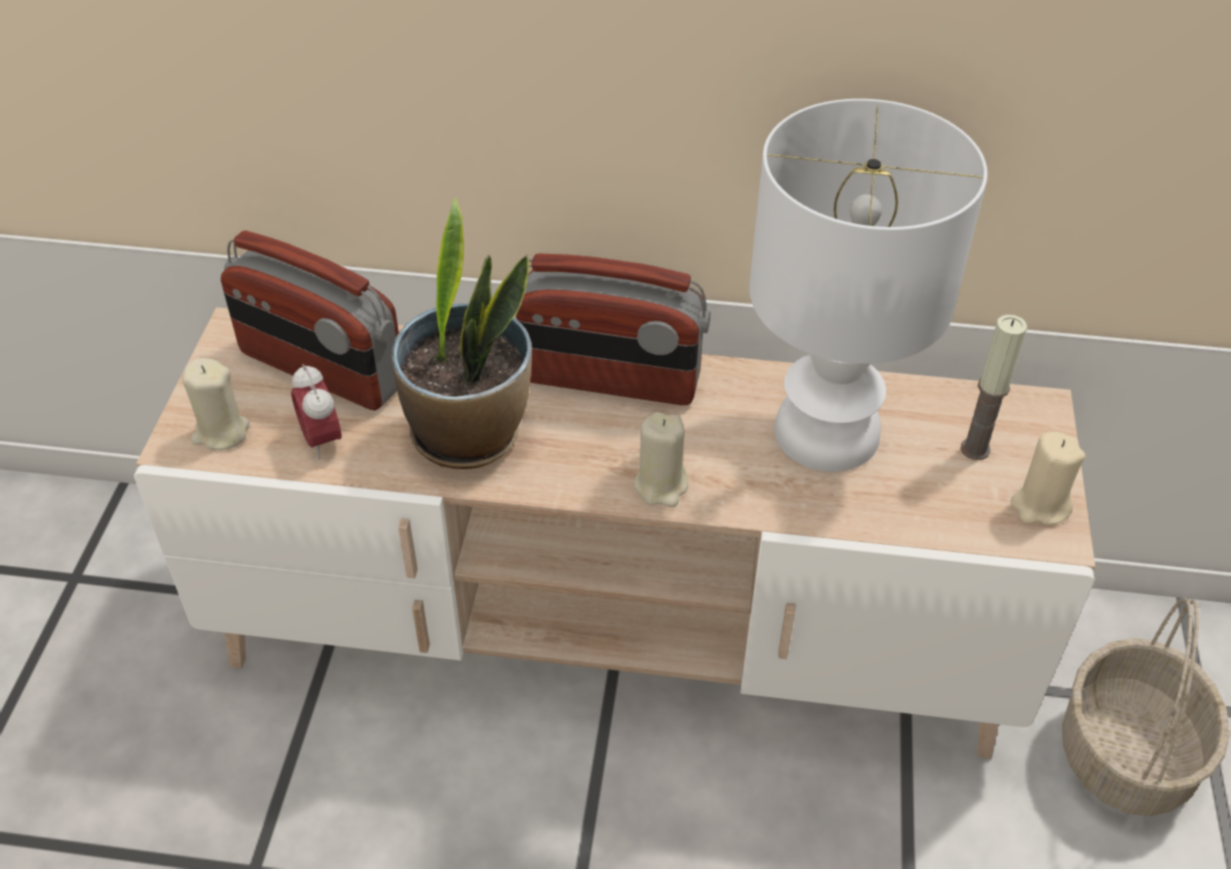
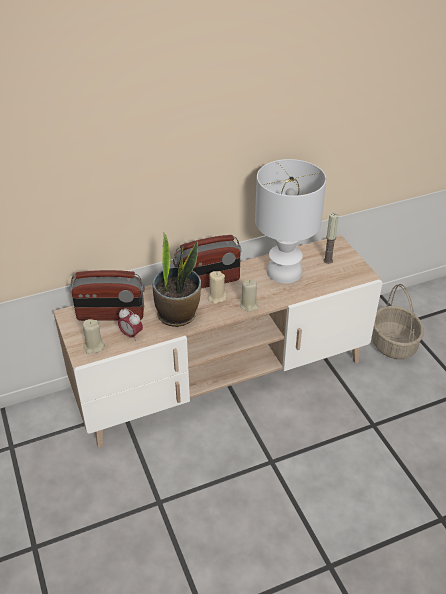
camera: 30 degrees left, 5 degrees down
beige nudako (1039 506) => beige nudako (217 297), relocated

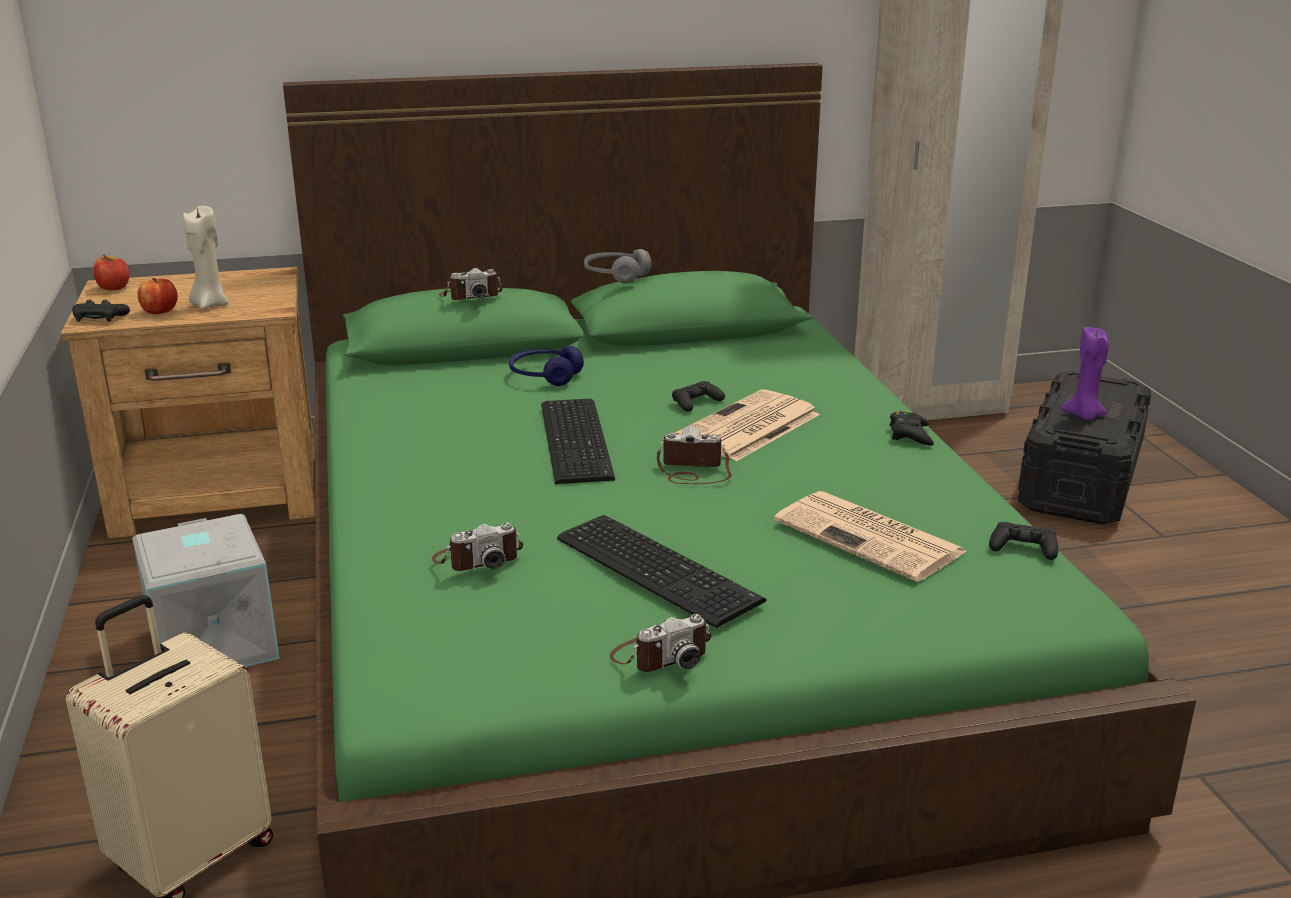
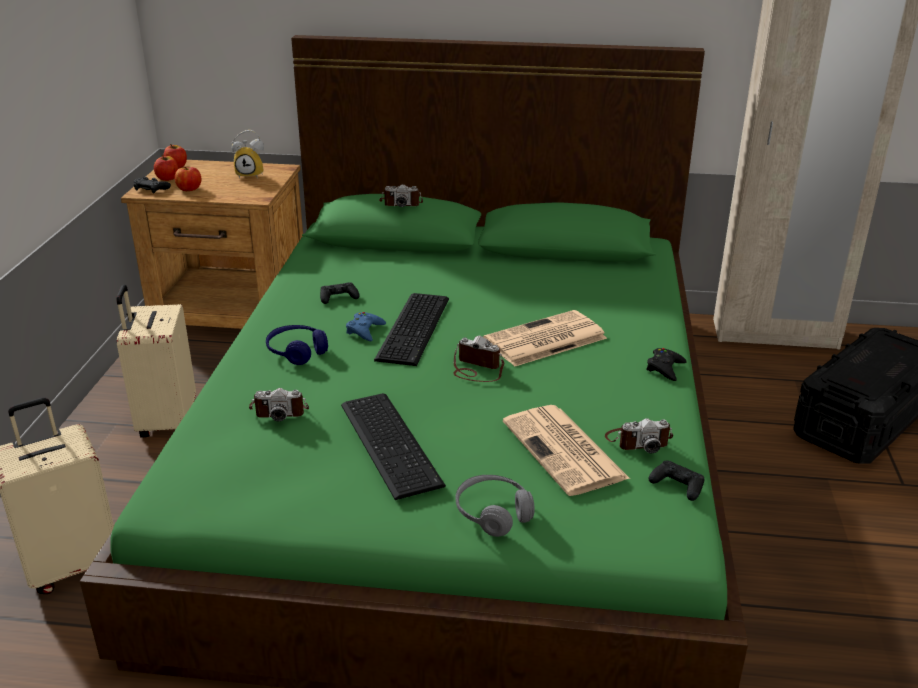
camera: 20 degrees right, 5 degrees up
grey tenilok (210 644) => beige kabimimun (166 421)
nothing => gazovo (167 178)
nothing => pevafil (251 175)
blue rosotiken (545 376) => blue rosotiken (297 352), relocated
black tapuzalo (696 402) => black tapuzalo (338 297), relocated
nothing => blue tapuzalo (365 330)
grey rosotiken (616 276) => grey rosotiken (493 513), relocated
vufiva (661 655) => vufiva (638 441), relocated
beige nudako (210 304) => nothing
purple nudako (1084 416) => nothing

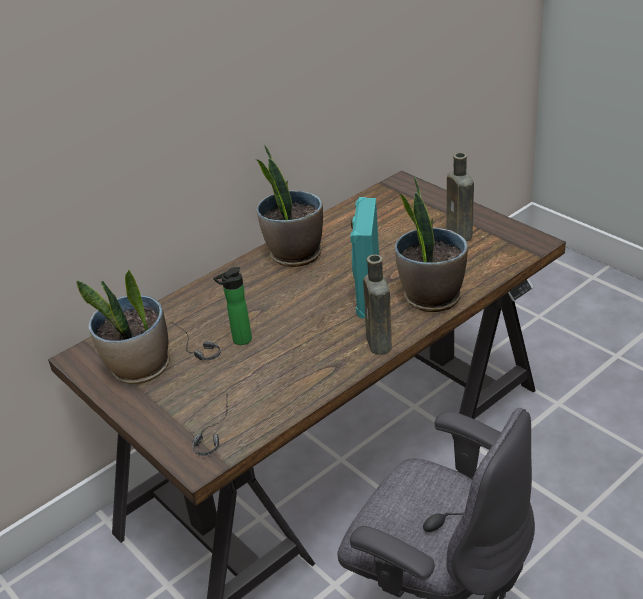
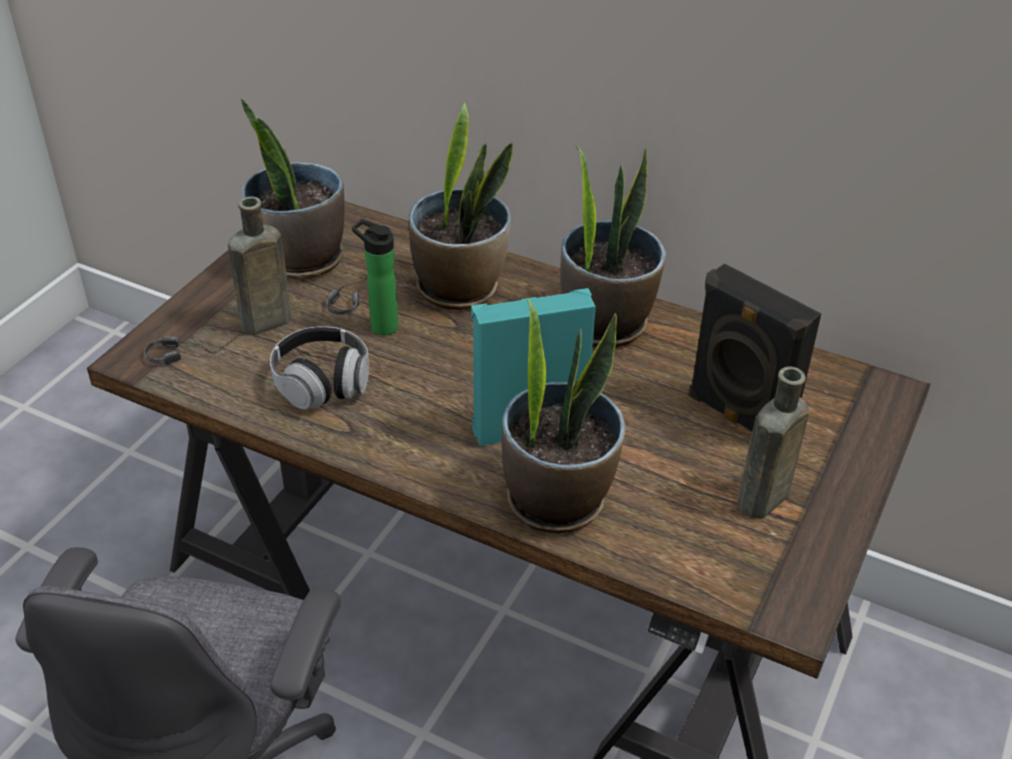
camera: 65 degrees right, 5 degrees up
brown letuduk (379 345) => brown letuduk (262 323), relocated
nothing => rosotiken (322 383)
nothing => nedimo (460 288)
nothing => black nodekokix (737 417)

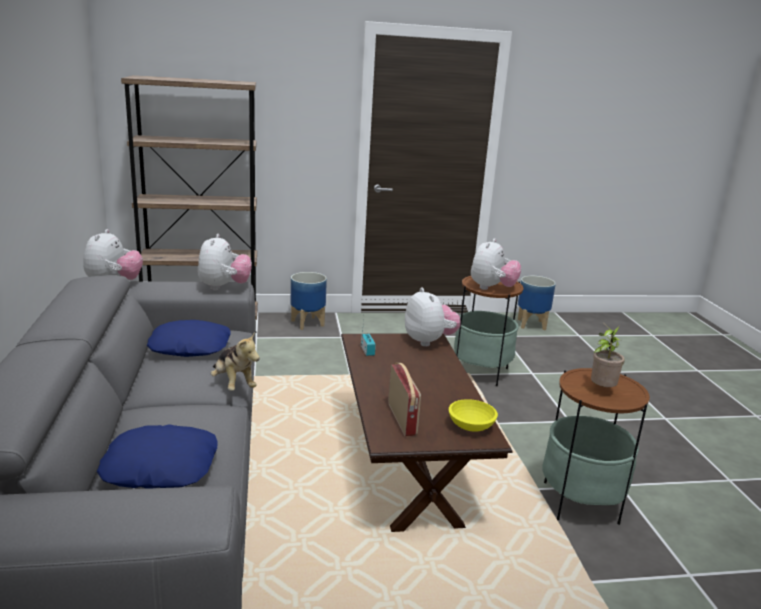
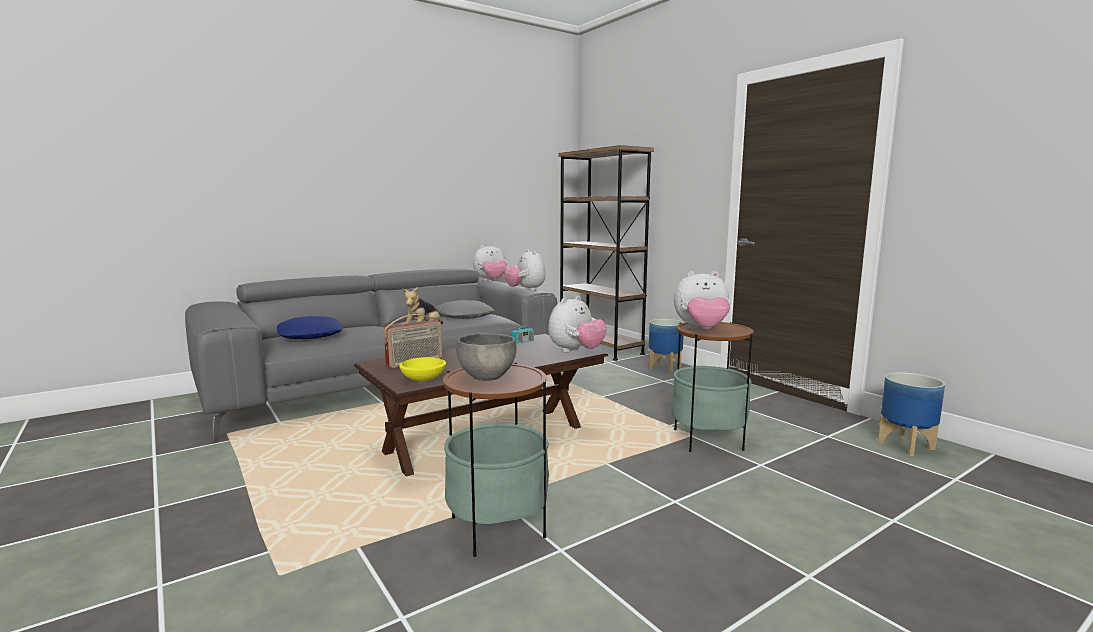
camera: 65 degrees right, 10 degrees down
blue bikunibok (190 346) => grey bikunibok (464 316)
nedimo (601 390) => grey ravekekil (487 377)
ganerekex (224 287) => ganerekex (525 290), 90 degrees clockwise

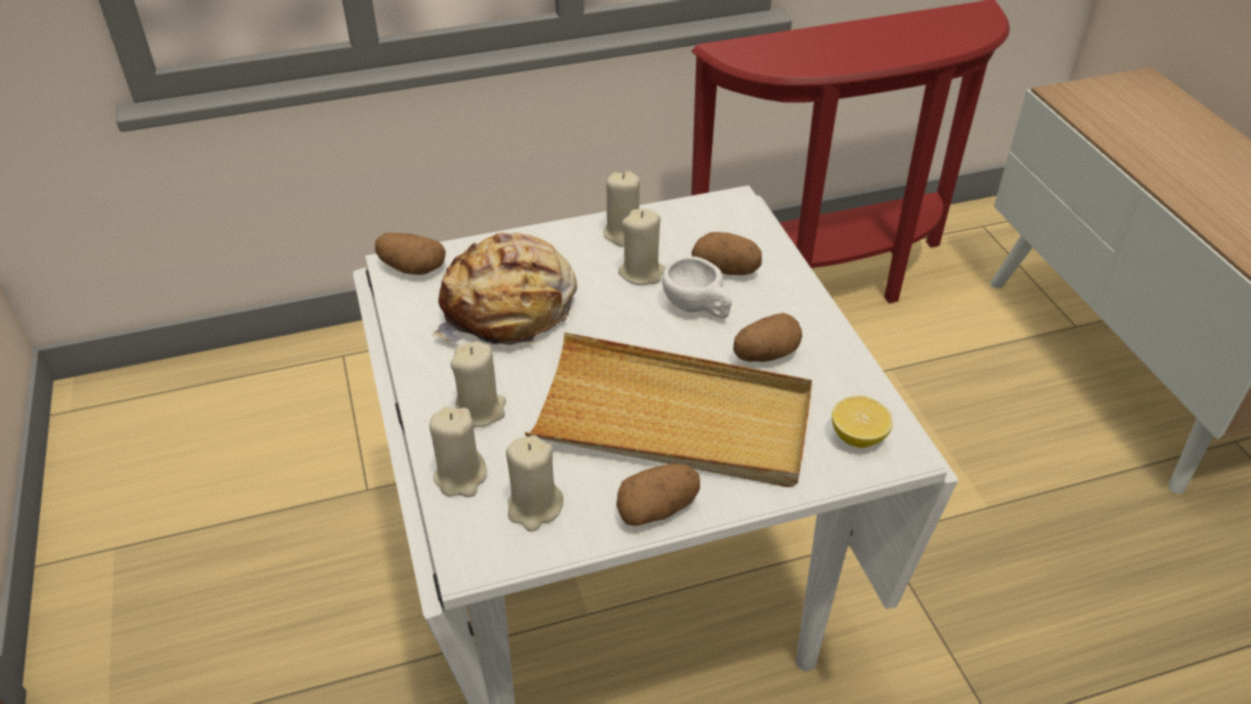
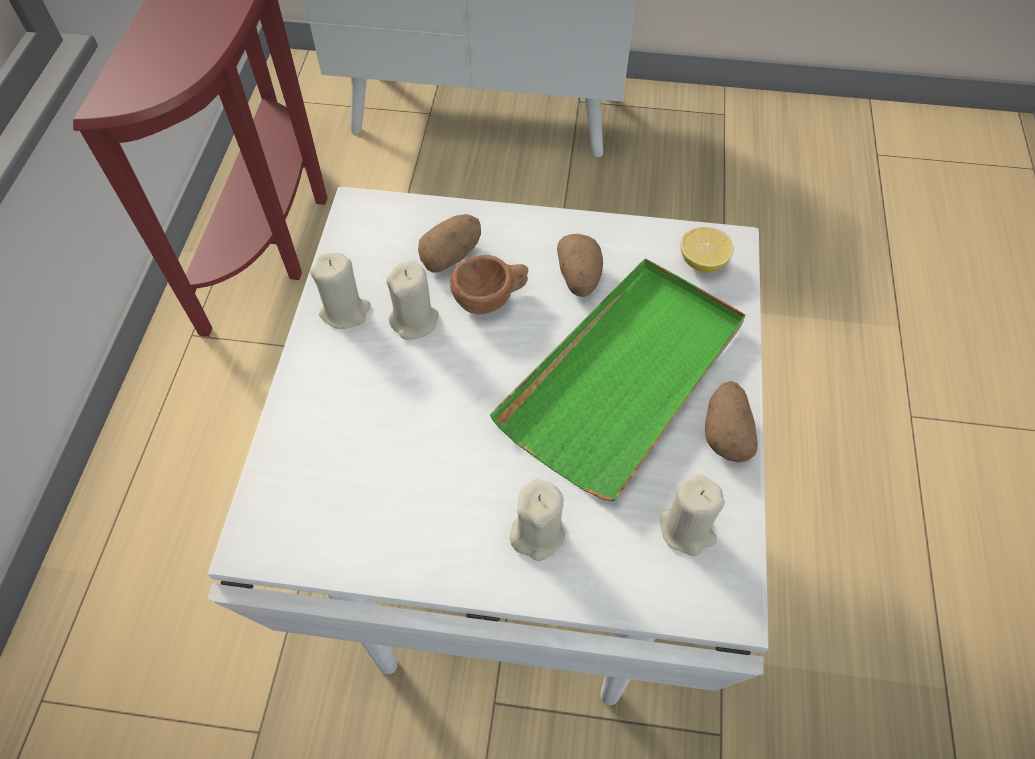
camera: 65 degrees left, 15 degrees up
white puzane (698 308) => brown puzane (491 299)
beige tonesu (673 419) => green tonesu (625 377)
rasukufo (411 268) => nothing
beige nudako (460 477) => nothing
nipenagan (509 309) => nothing

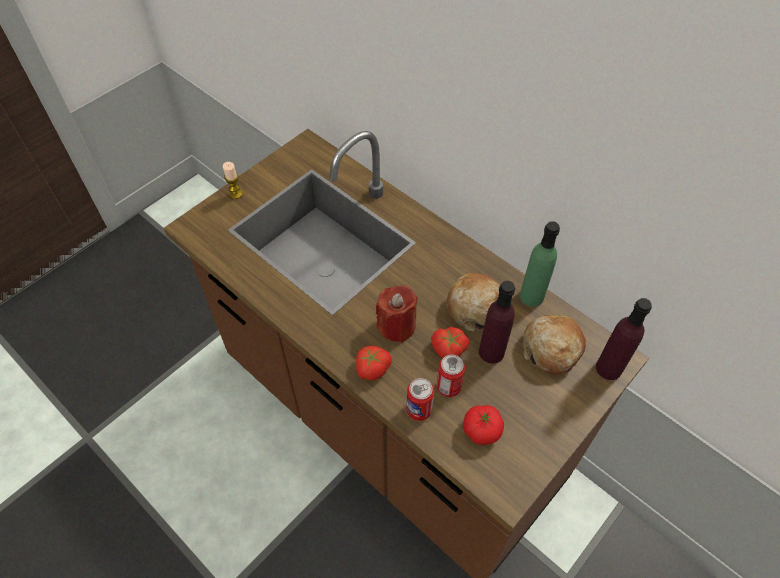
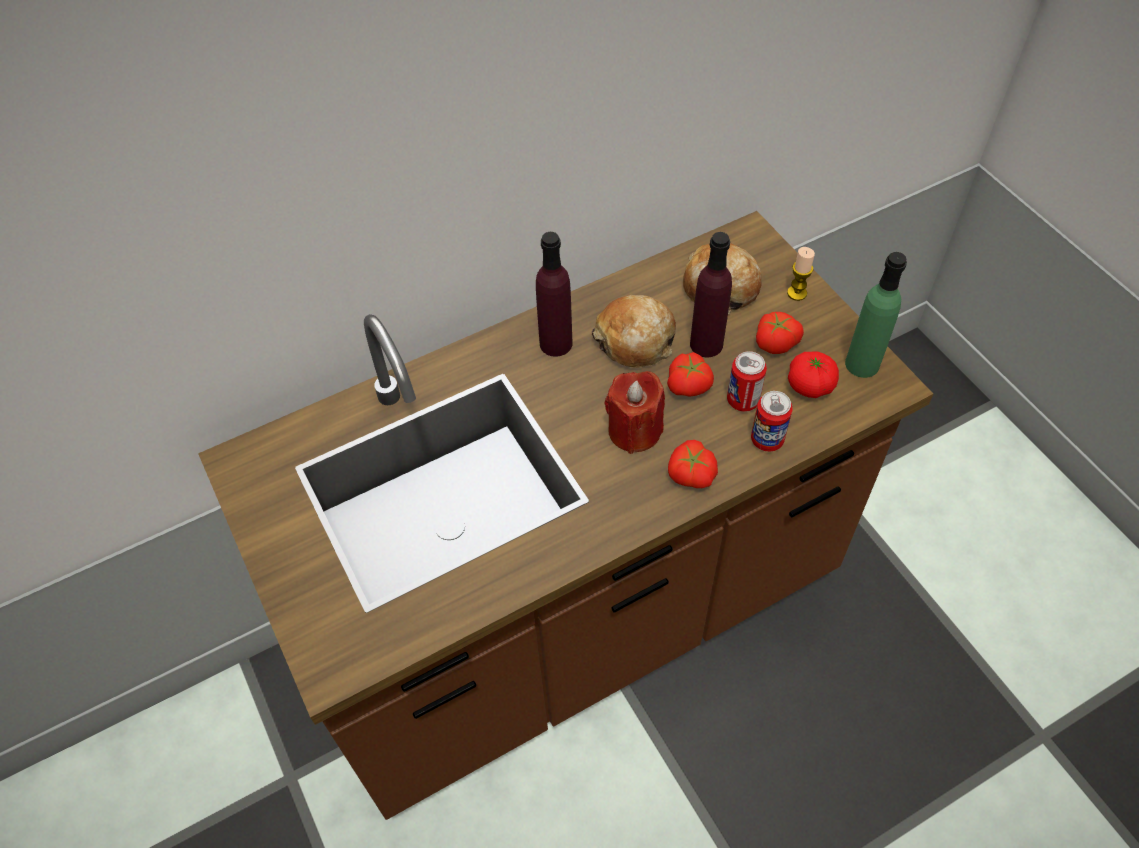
camera: 70 degrees left, 0 degrees up
purple letuduk (609 368) => purple letuduk (556 343), relocated
nothing => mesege (775 341)
nudako (236 194) => nudako (797 293), relocated
green letuduk (531 296) => green letuduk (862 364), relocated

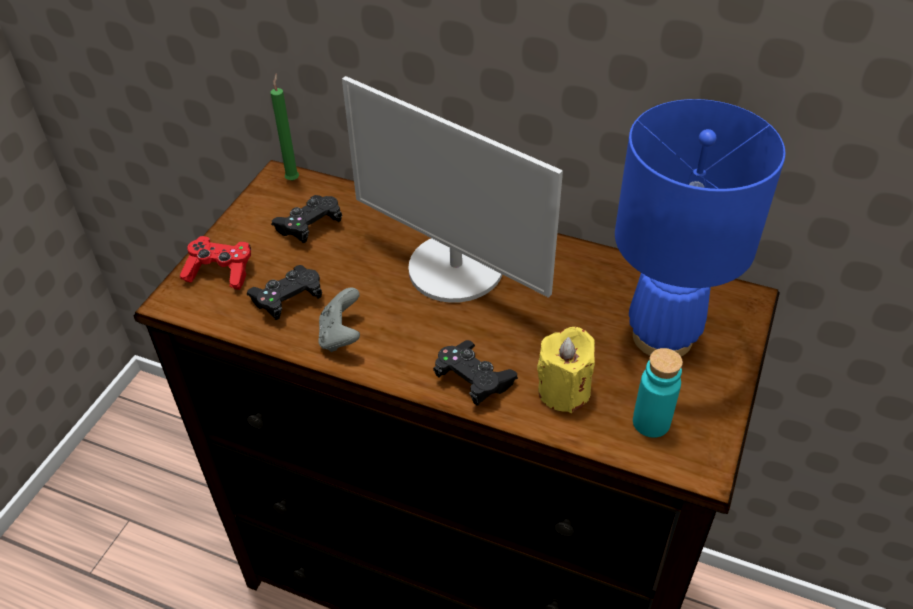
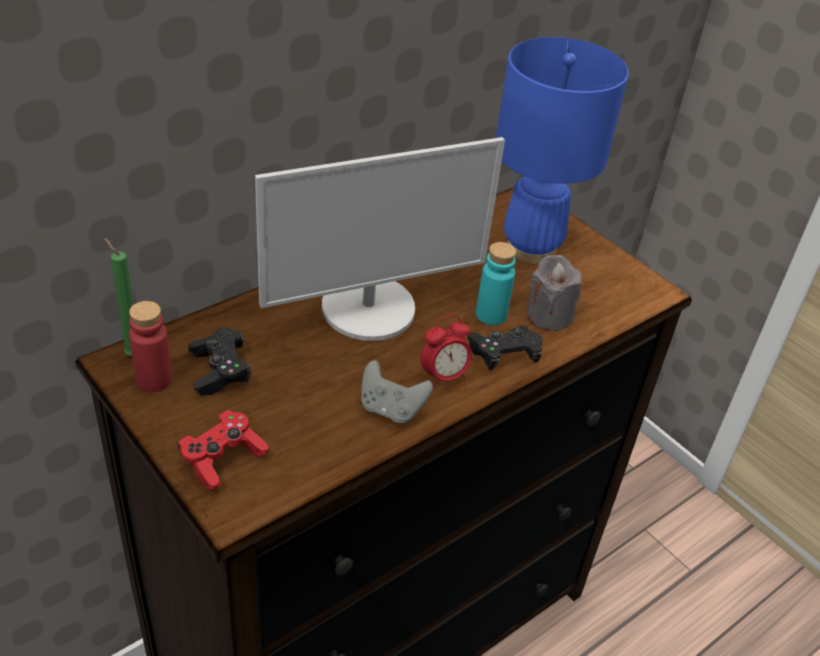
camera: 65 degrees left, 5 degrees down
nothing => red letuduk (154 379)
nothing => pevafil (444 376)
turquoise letuduk (651 422) => turquoise letuduk (491 315), relocated
yellow nudako (564 391) => grey nudako (548 316)
black tapuzalo (288 300) => nothing

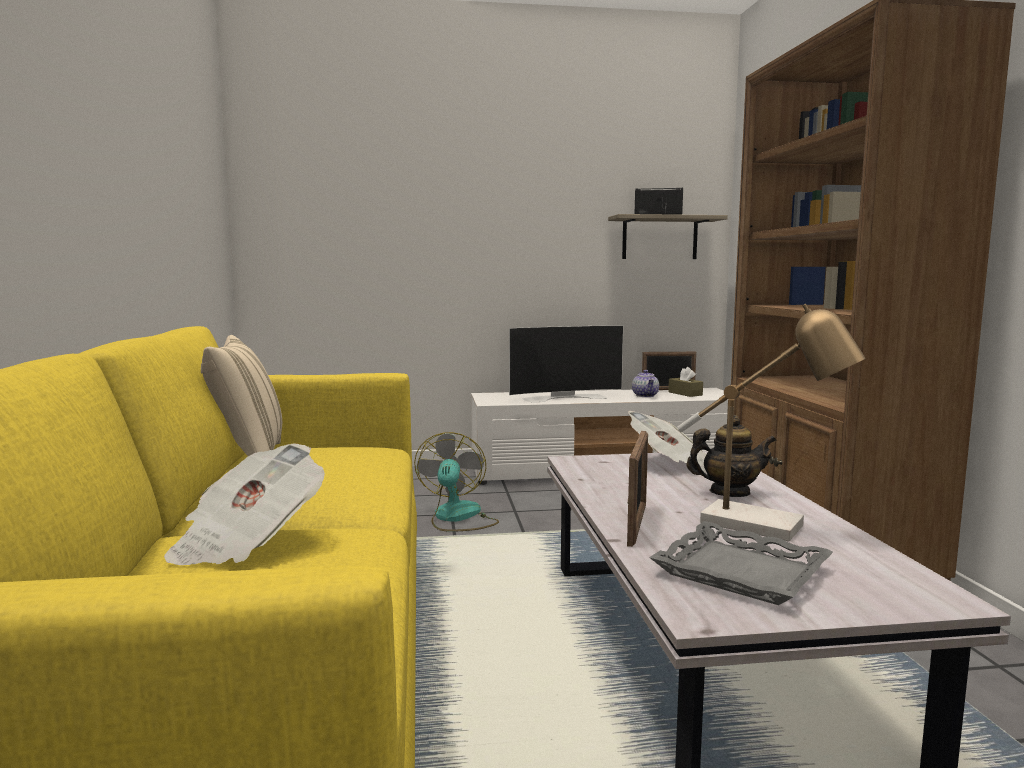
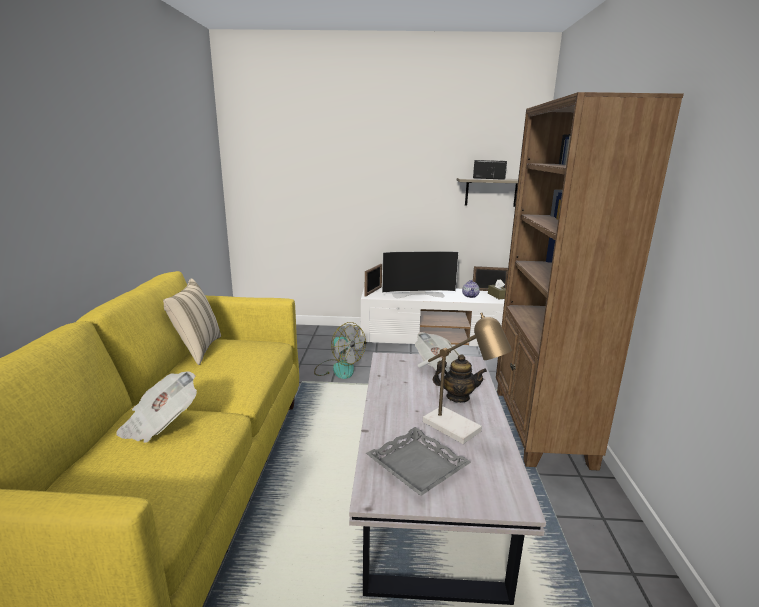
camera: 10 degrees right, 10 degrees up
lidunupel (457 518) => lidunupel (338 368), 120 degrees clockwise
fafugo (637 524) => fafugo (373 291), relocated

